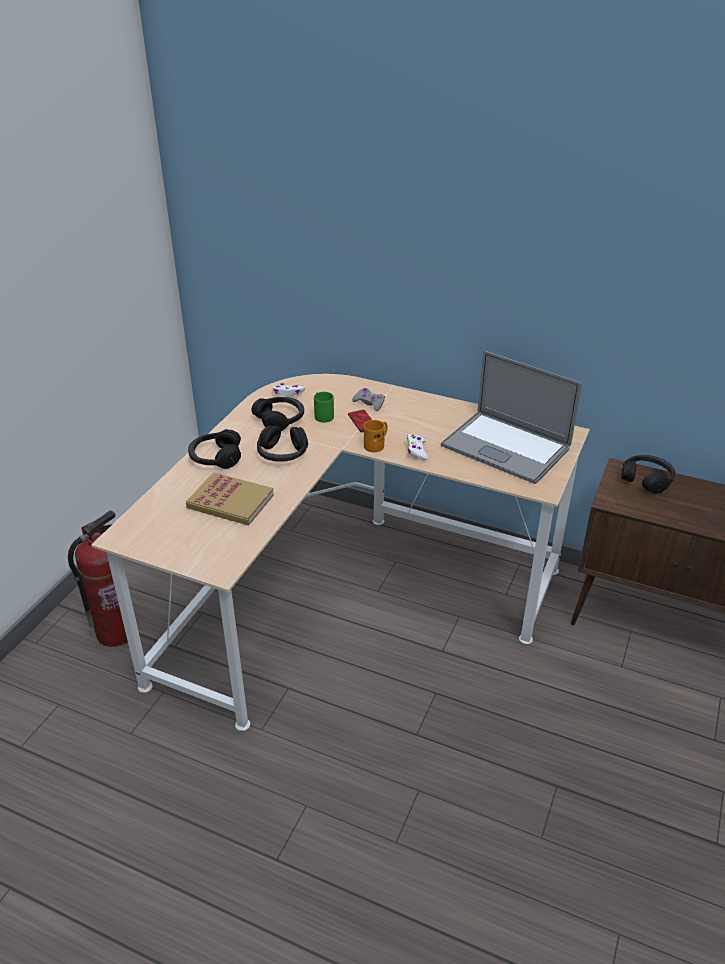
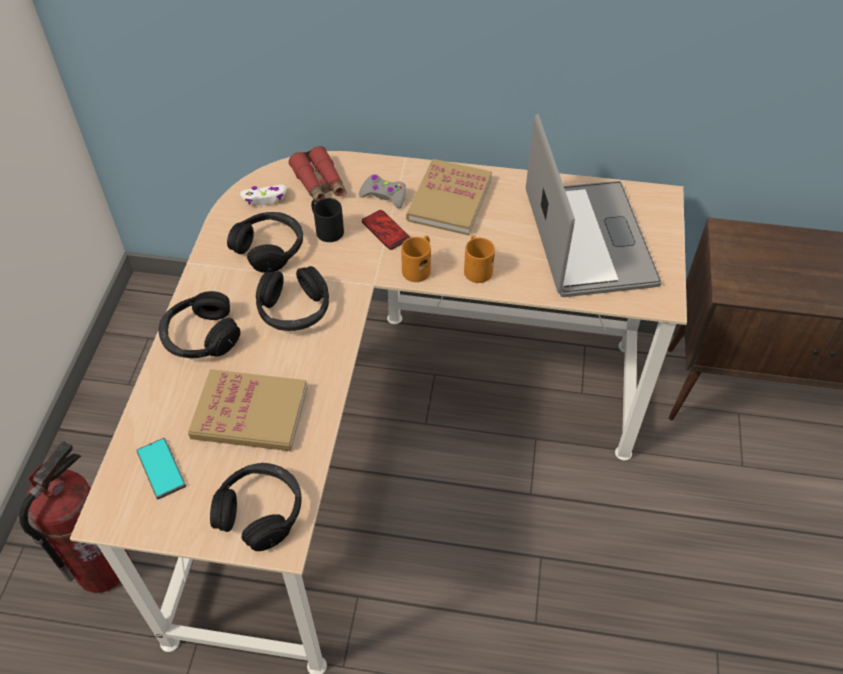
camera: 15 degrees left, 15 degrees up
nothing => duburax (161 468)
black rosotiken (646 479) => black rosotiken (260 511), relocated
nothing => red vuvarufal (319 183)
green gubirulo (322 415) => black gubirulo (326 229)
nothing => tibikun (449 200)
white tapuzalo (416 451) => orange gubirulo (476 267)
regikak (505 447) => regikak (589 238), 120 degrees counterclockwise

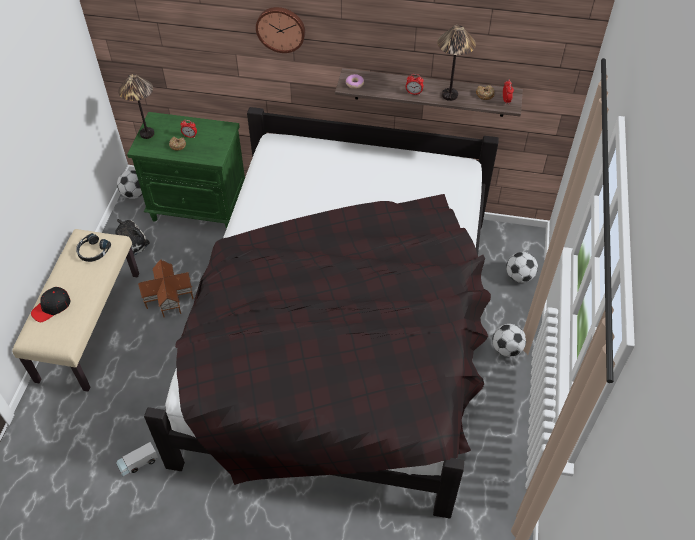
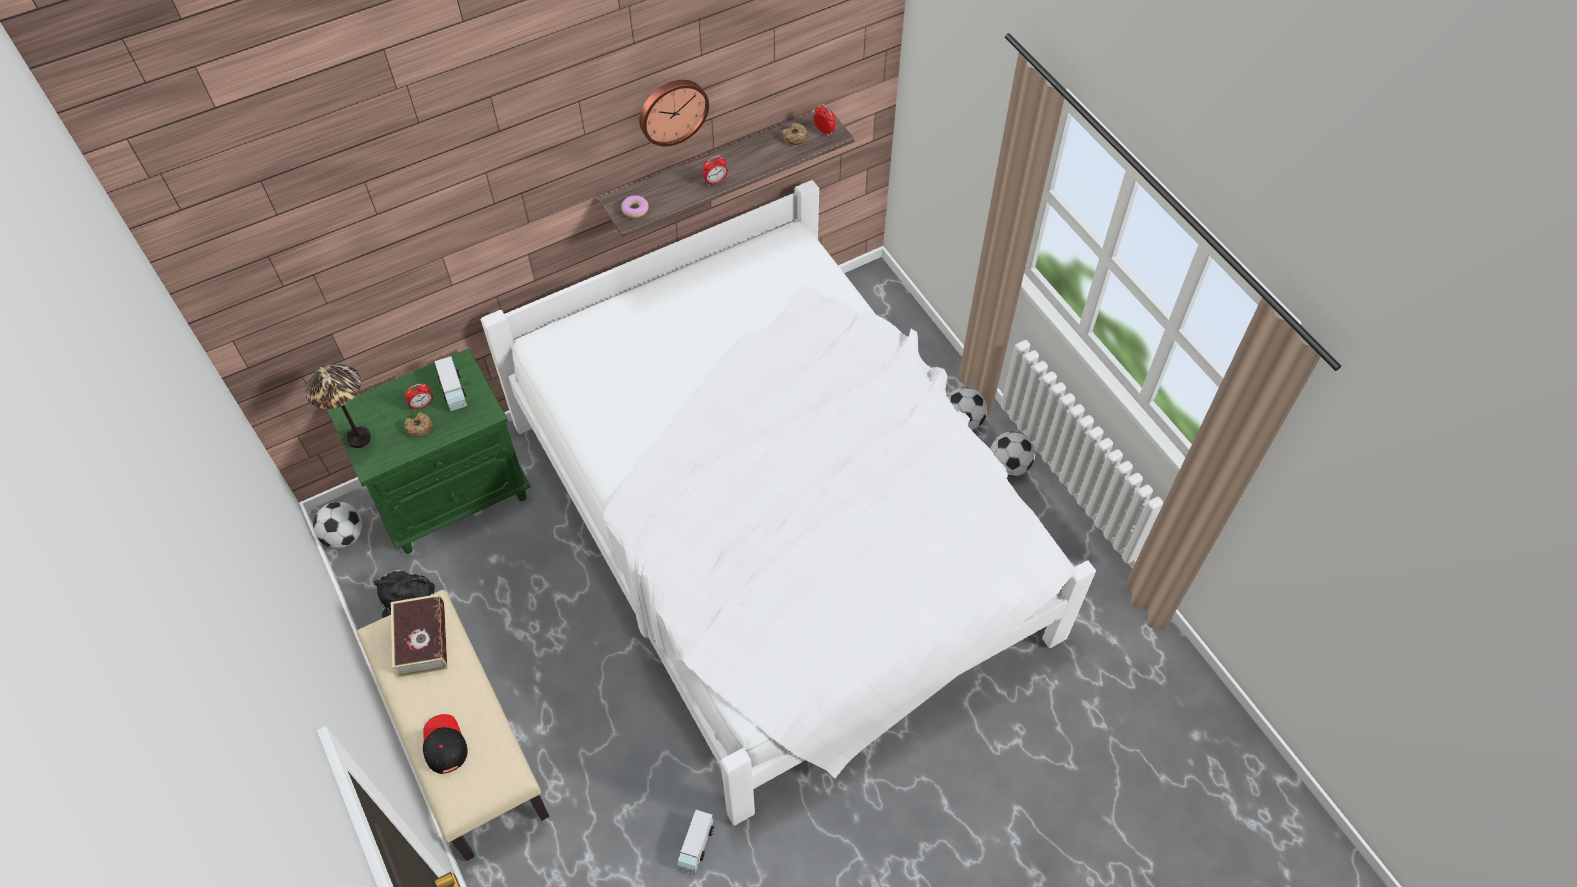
camera: 40 degrees left, 5 degrees up
black rosotiken (93 251) => tibikun (422 640)
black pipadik (52 307) => black pipadik (444 745), 150 degrees clockwise
nothing => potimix (453 391)
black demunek (342 334) => white demunek (780 528)
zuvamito (281 28) => zuvamito (672 110), relocated
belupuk (519 276) => belupuk (1009 465), relocated
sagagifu (169 296) => nothing
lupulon (450 95) => nothing

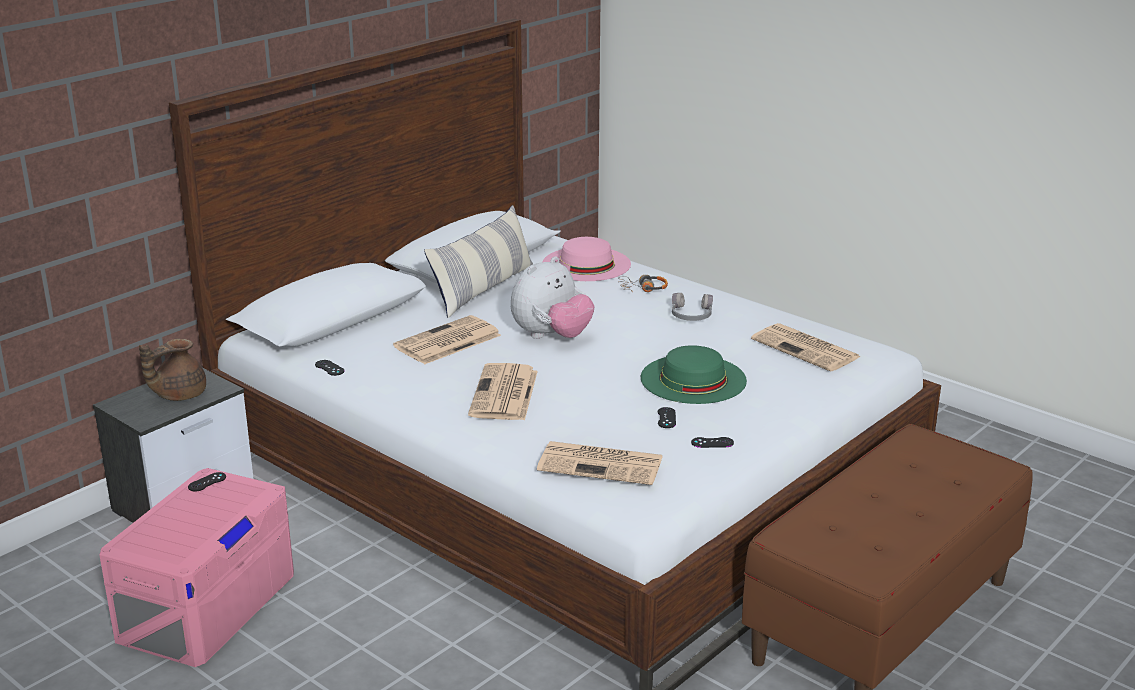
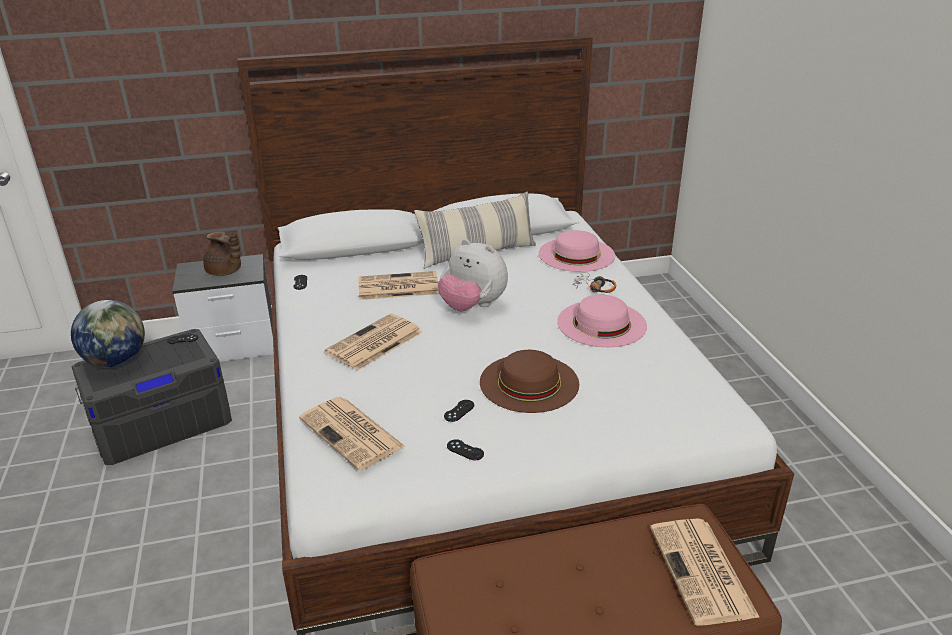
camera: 35 degrees right, 5 degrees up
nothing => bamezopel (116 361)
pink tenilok (207 605) => grey tenilok (162 423)
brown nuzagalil (178 394) => brown nuzagalil (225 272), 135 degrees counterclockwise
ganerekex (551 336) => ganerekex (472 306), 45 degrees clockwise
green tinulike (693 379) => brown tinulike (529 382)
grey rosotiken (690 315) => pink tinulike (601 323)
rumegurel (807 349) => rumegurel (703 572), relocated

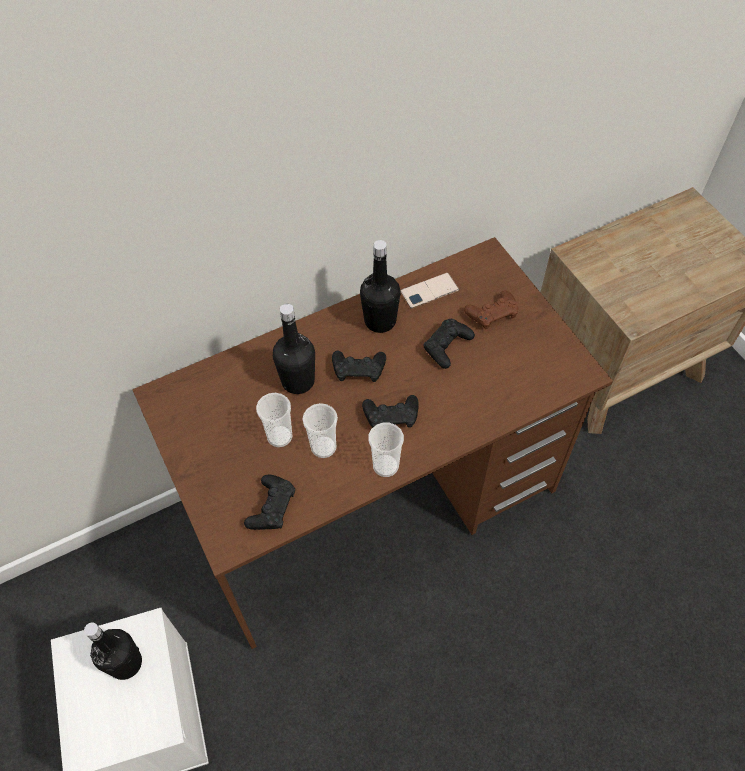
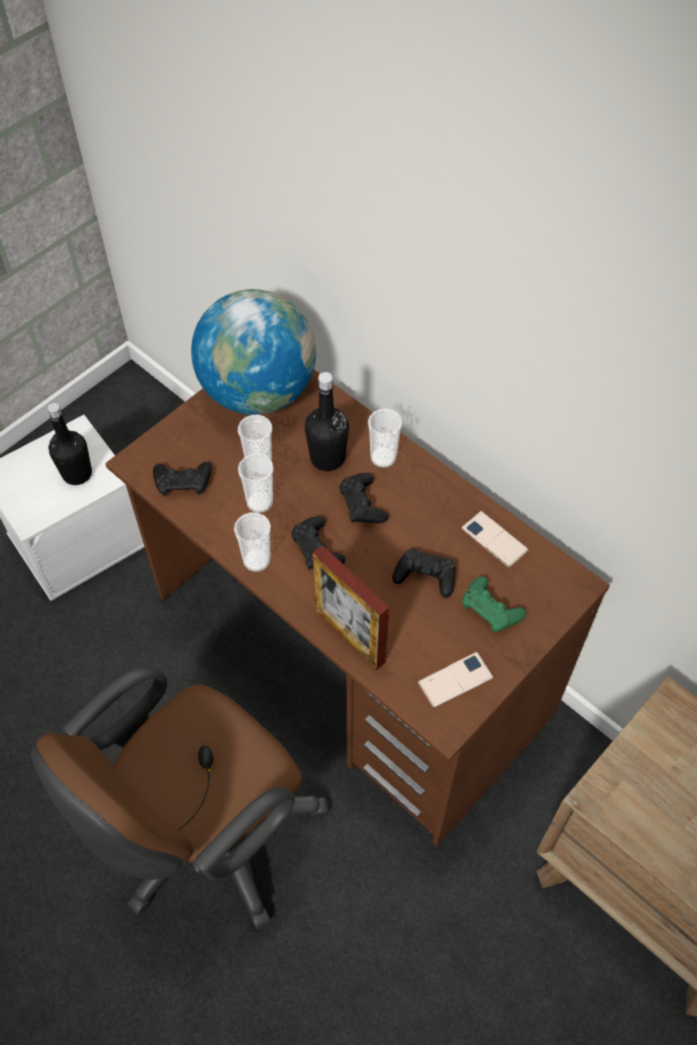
camera: 70 degrees right, 0 degrees up
nothing => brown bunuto (207 837)
nothing => bamezopel (258 392)
nothing => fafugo (350 636)
nothing => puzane (383 457)
nothing => duburax (455 680)
brown tapuzalo (492 313) => green tapuzalo (491 609)
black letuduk (380 321) => nothing

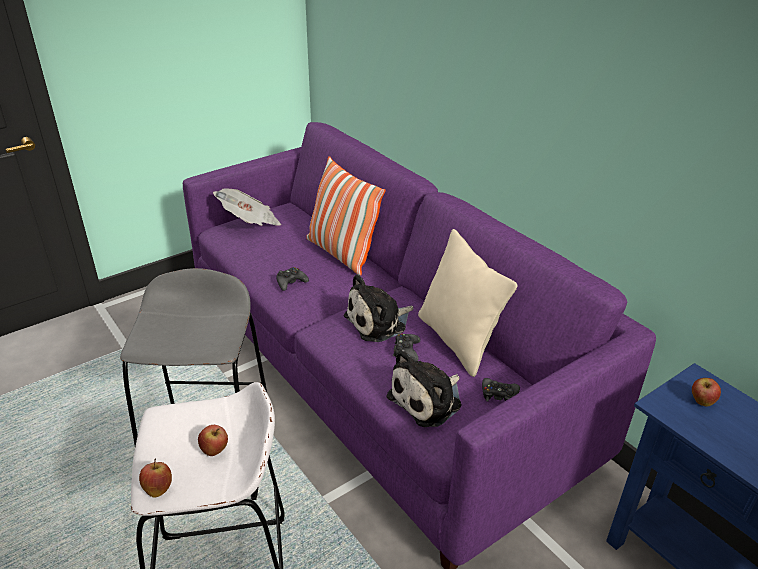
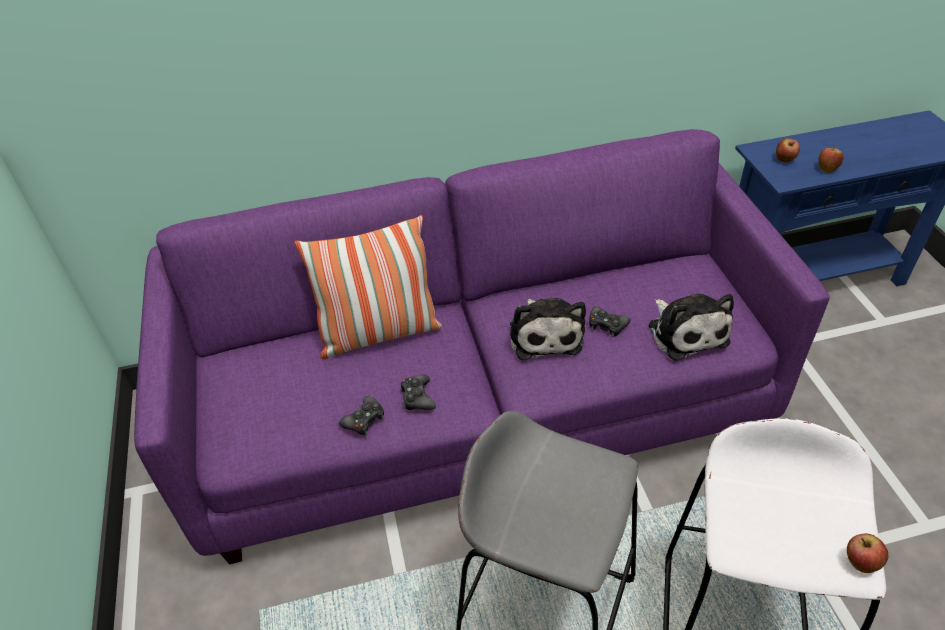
camera: 65 degrees left, 10 degrees up
black tapuzalo (499 395) => black tapuzalo (364 420), relocated
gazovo (215 450) => gazovo (827 169), relocated
rumegurel (250 222) => nothing
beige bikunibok (458 341) => nothing

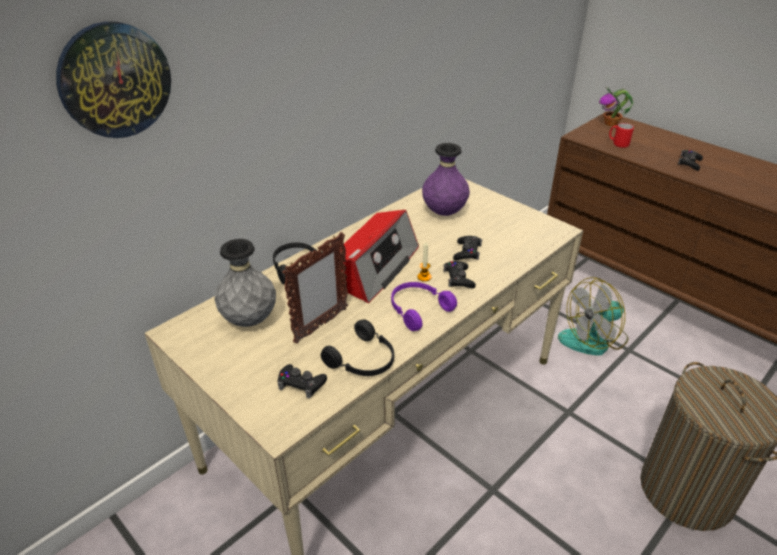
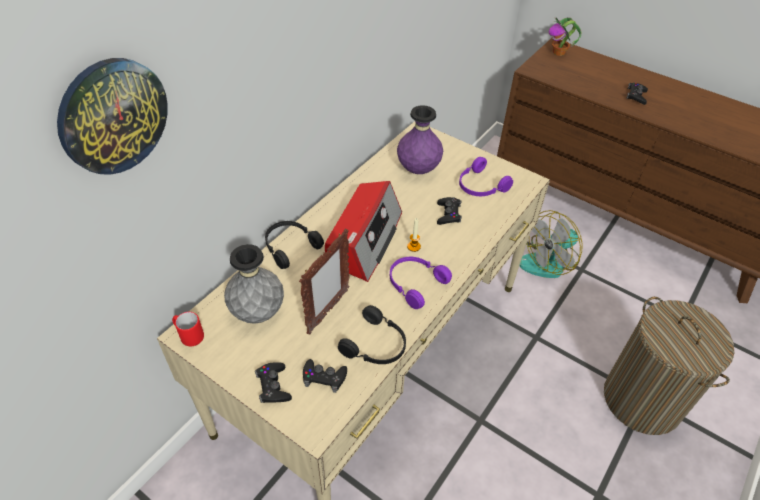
camera: 10 degrees left, 10 degrees up
red gubirulo (618 144) => red gubirulo (189 336), relocated
black tapuzalo (458 278) => black tapuzalo (273 386), relocated
nothing => purple rosotiken (480 186)

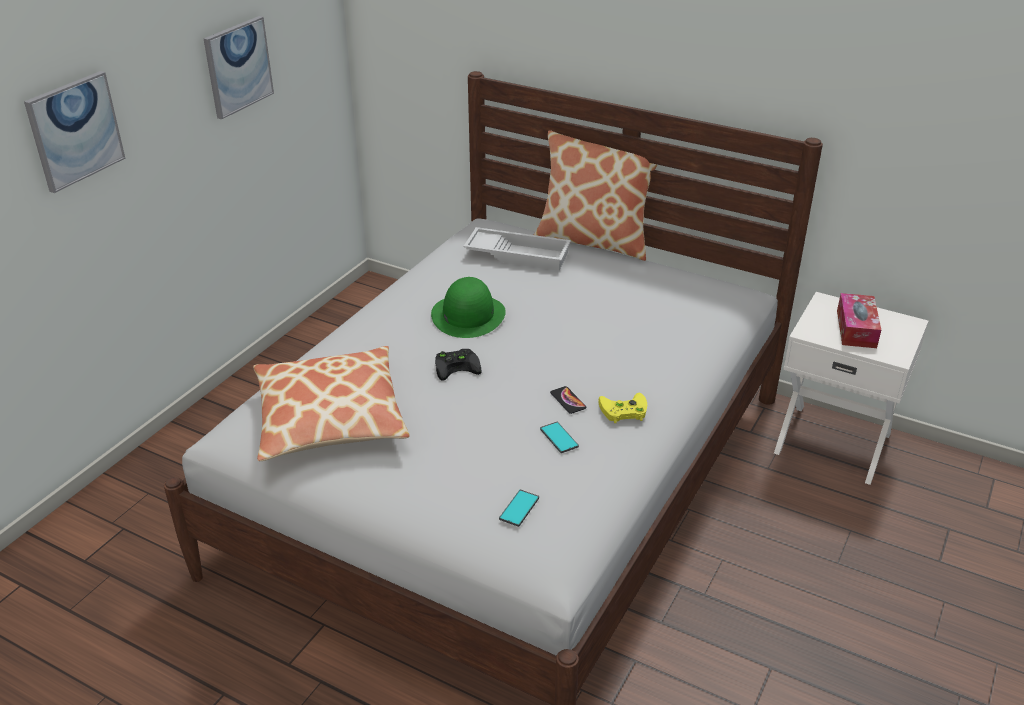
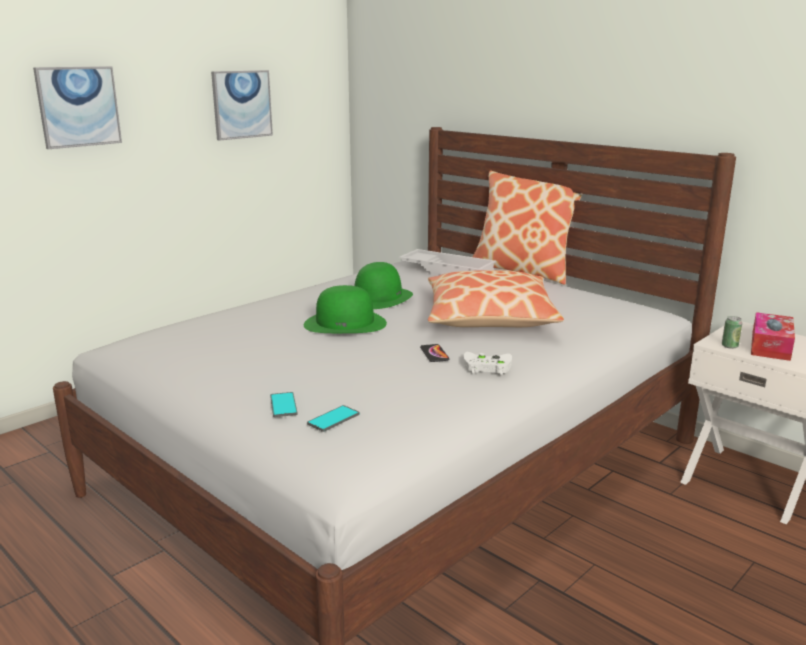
camera: 15 degrees right, 15 degrees down
duburax (559 438) => duburax (283 405), relocated
black tapuzalo (458 366) => green tinulike (345 323)
bikunibok (330 417) => bikunibok (489 316), relocated
yellow tapuzalo (622 411) => white tapuzalo (485 366)
nothing => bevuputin (729 346)

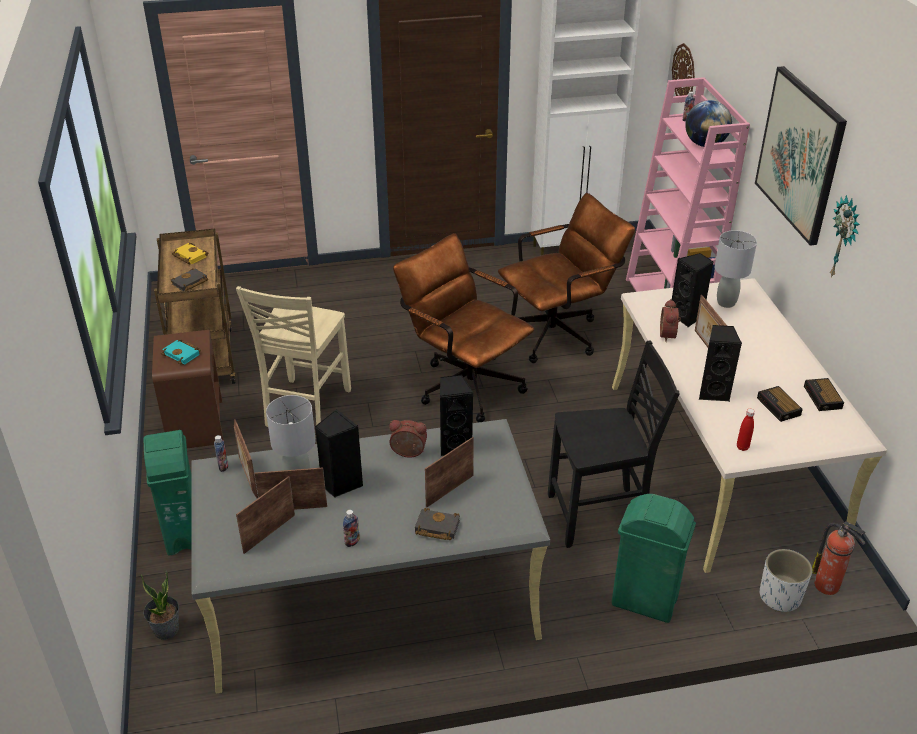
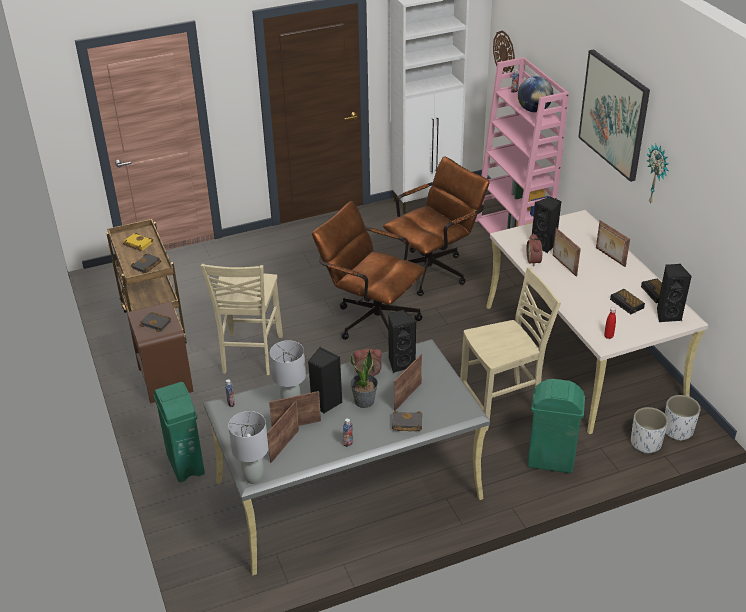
camera: 10 degrees left, 0 degrees up
turquoise tibikun (183 354) => black tibikun (157 323)
grey lupulon (726 302) => grey lupulon (254 477), relocated
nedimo (166 630) => nedimo (364 401), relocated
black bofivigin (600 516) => beige bofivigin (502 405)
fafugo (248 477) => fafugo (609 257), relocated
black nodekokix (713 392) => black nodekokix (667 315), relocated
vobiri (828 586) => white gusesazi (677 430)

